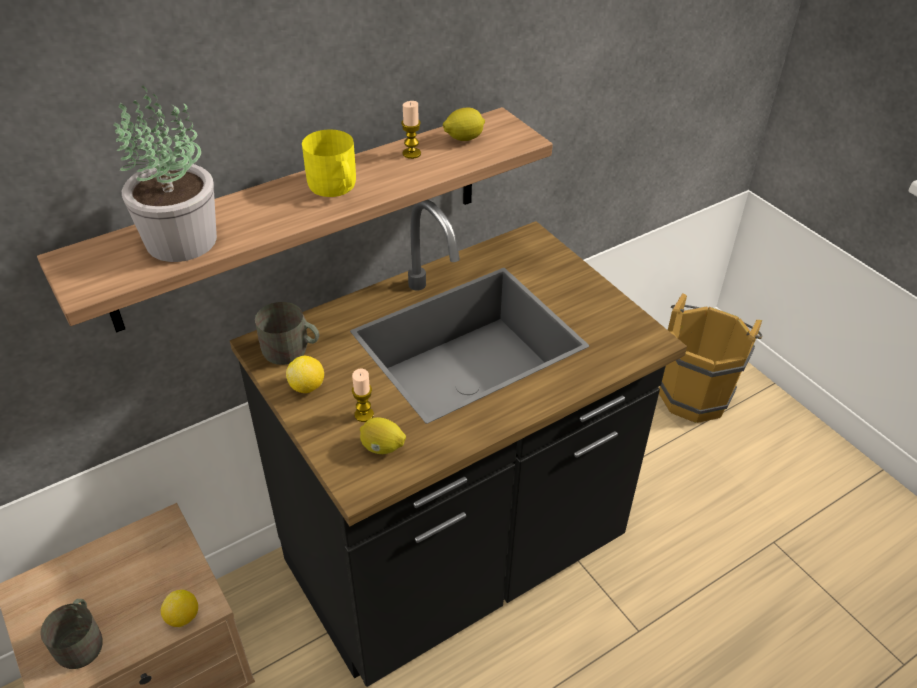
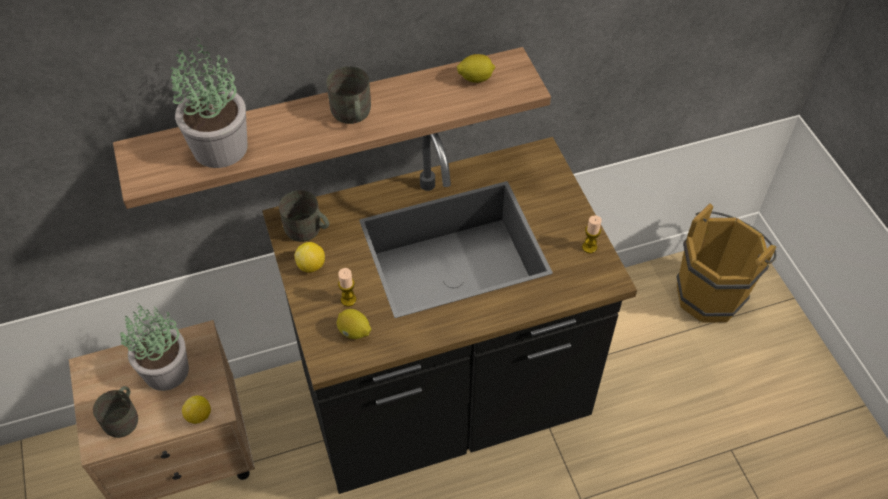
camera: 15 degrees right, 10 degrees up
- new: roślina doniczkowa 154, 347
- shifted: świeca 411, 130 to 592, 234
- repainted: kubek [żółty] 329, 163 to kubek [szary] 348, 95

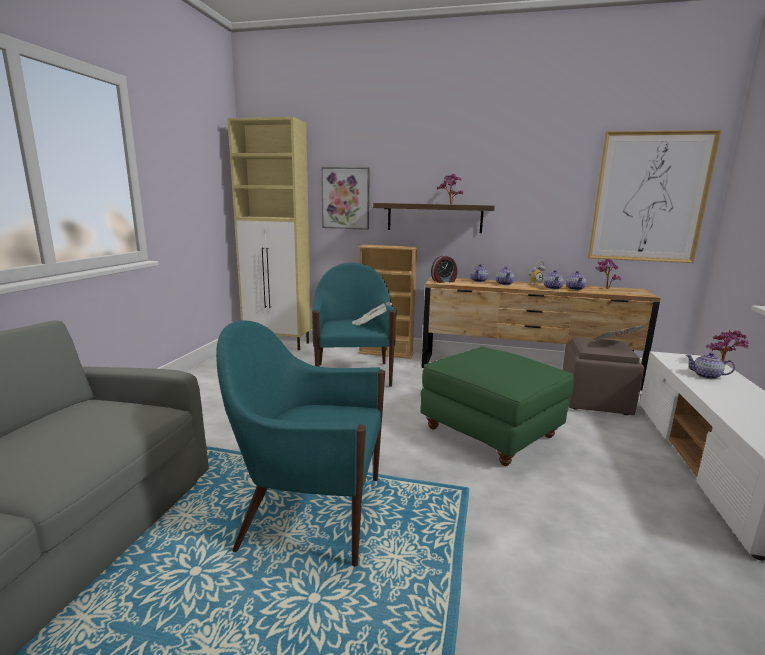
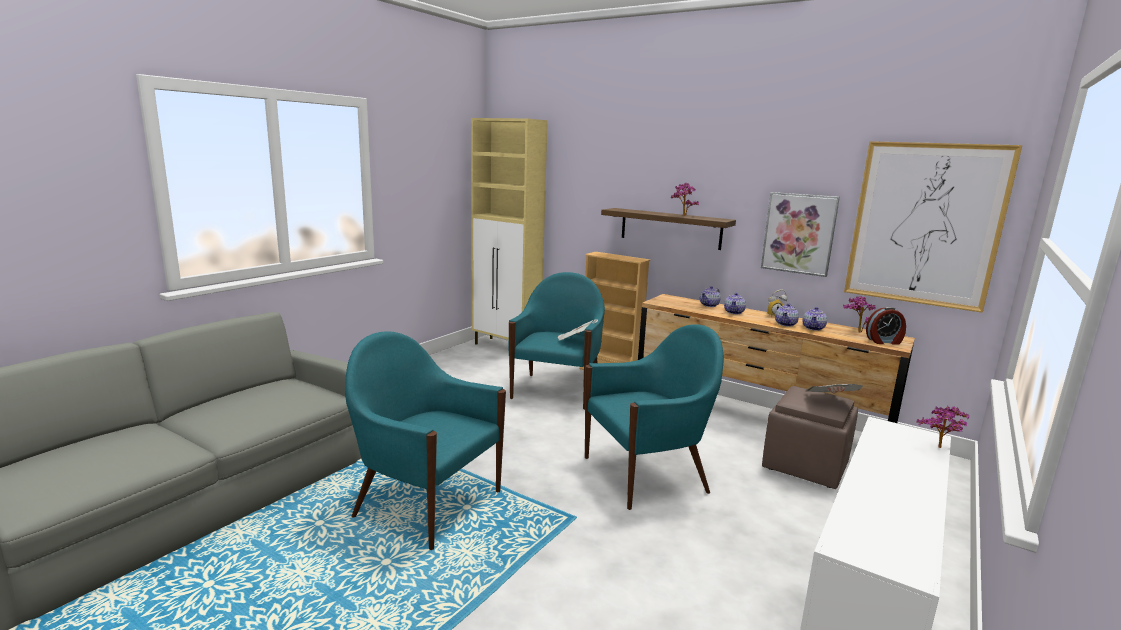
camera: 20 degrees right, 0 degrees up
- gone: imbryk 710, 366
- shifted: obraz 345, 198 to 800, 234
- shifted: budzik 444, 269 to 886, 326
- swapped: pufa [zielony] 497, 406 to fotel [turkusowy] 654, 417

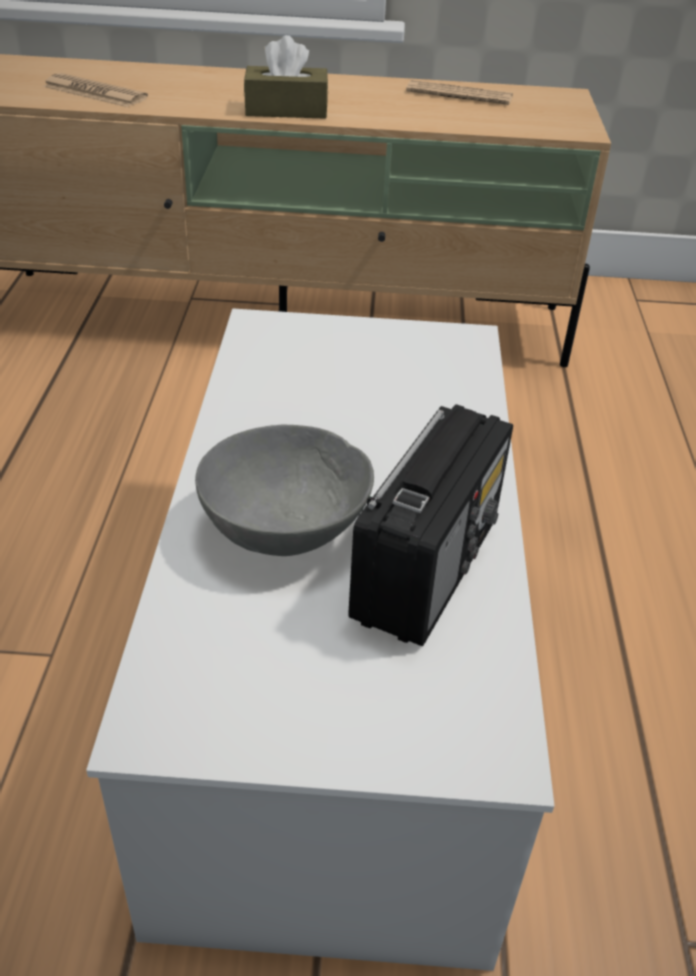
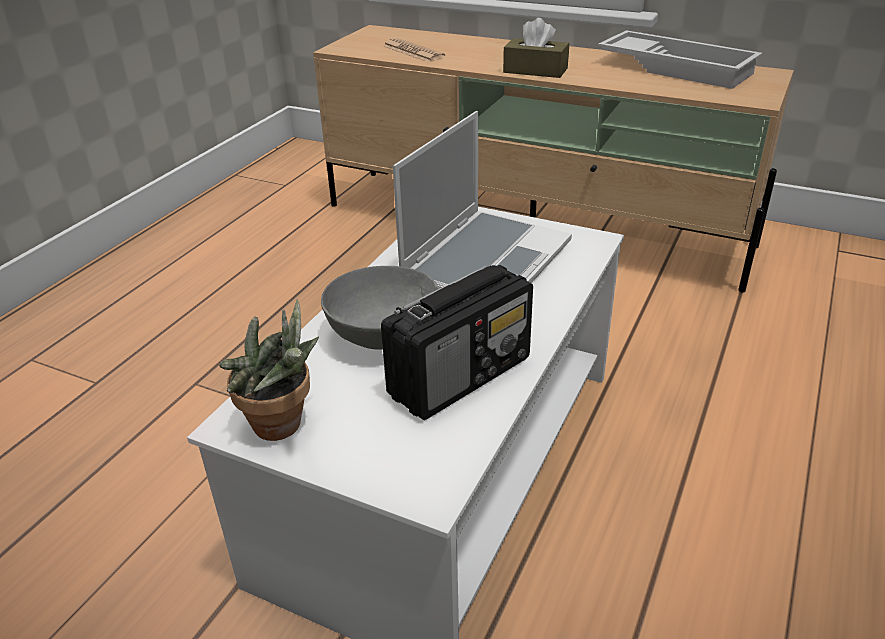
camera: 25 degrees right, 5 degrees down
- new: roślina doniczkowa 269, 370
- new: laptop 482, 199
- swapped: gazeta 459, 92 to taca [biały] 680, 59

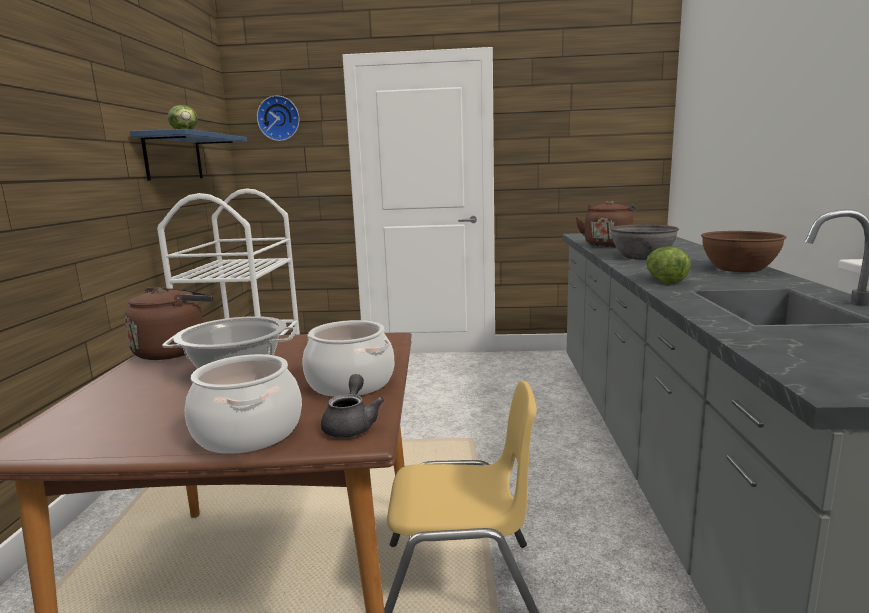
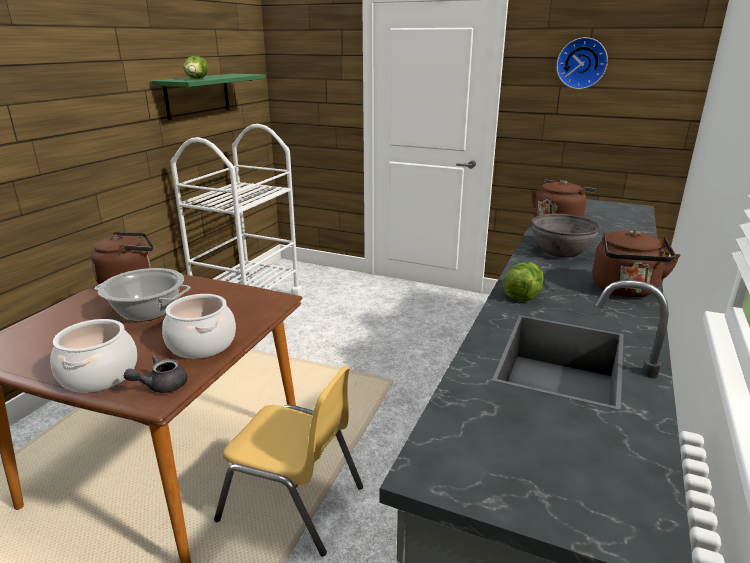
camera: 20 degrees right, 10 degrees up
- shifted: zegar ścienny 278, 118 to 582, 63
- swapped: miska [brązowy] 743, 251 to czajnik [brązowy] 637, 263
- repainted: półka [niebieski] 188, 154 to półka [zielony] 208, 97
- rotated: imbryk [szary] 352, 405 = 155, 374 150 degrees counterclockwise

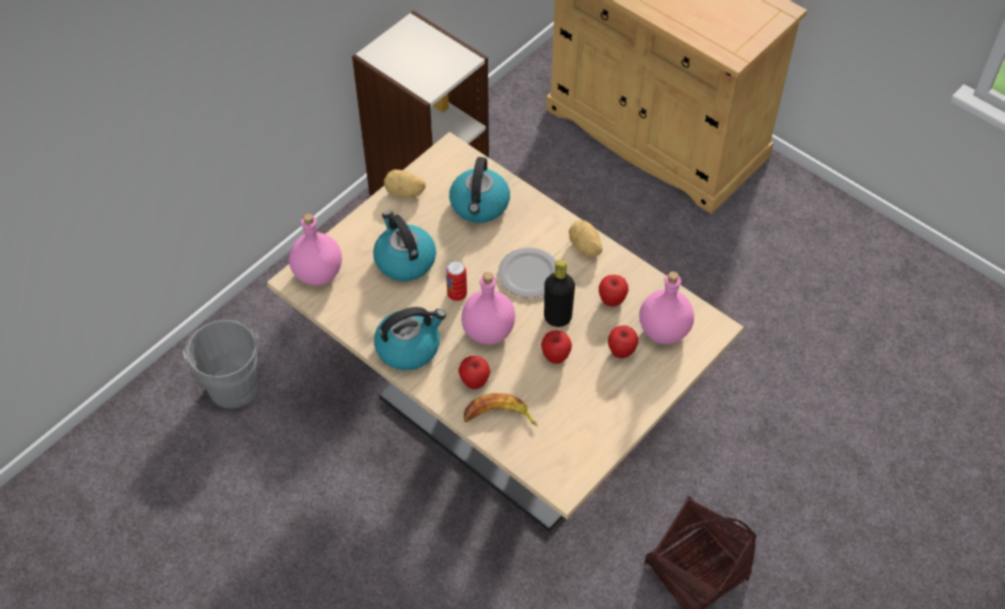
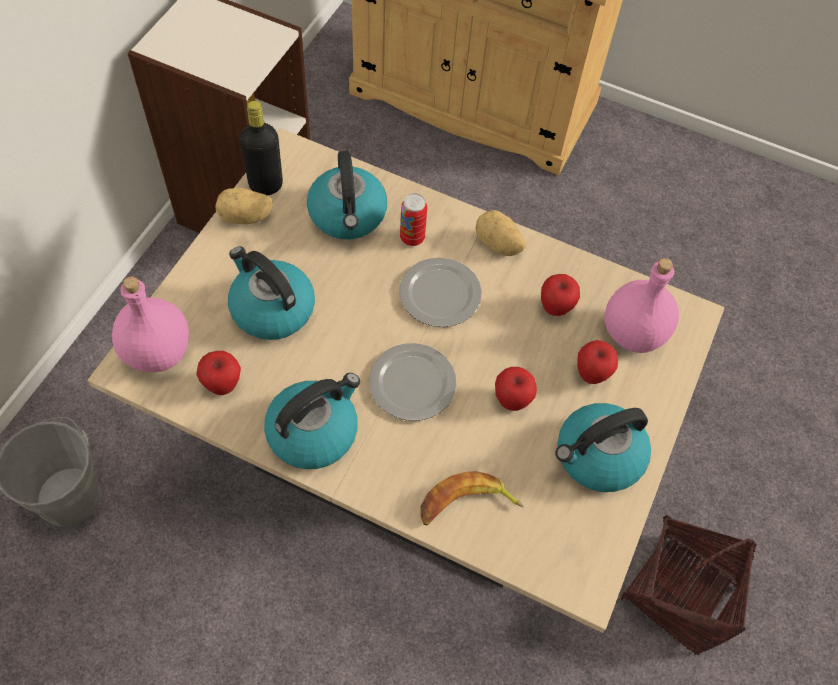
camera: 20 degrees left, 5 degrees up
- new: czajnik 603, 447
- shifted: puszka 456, 281 to 413, 219
- shifted: jabłko 474, 372 to 218, 373
- shifted: butelka [czarny] 559, 293 to 261, 148
- swapped: butelka [różowy] 488, 308 to talerz 412, 382

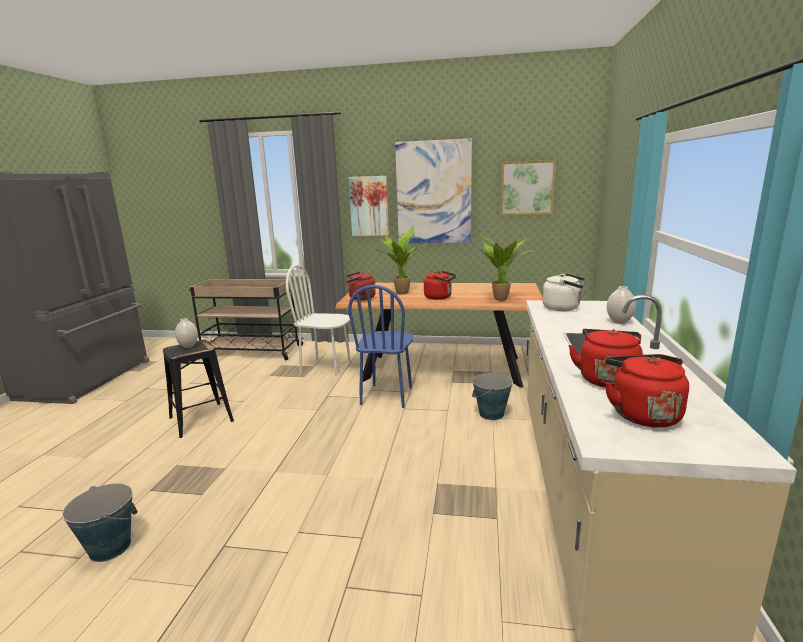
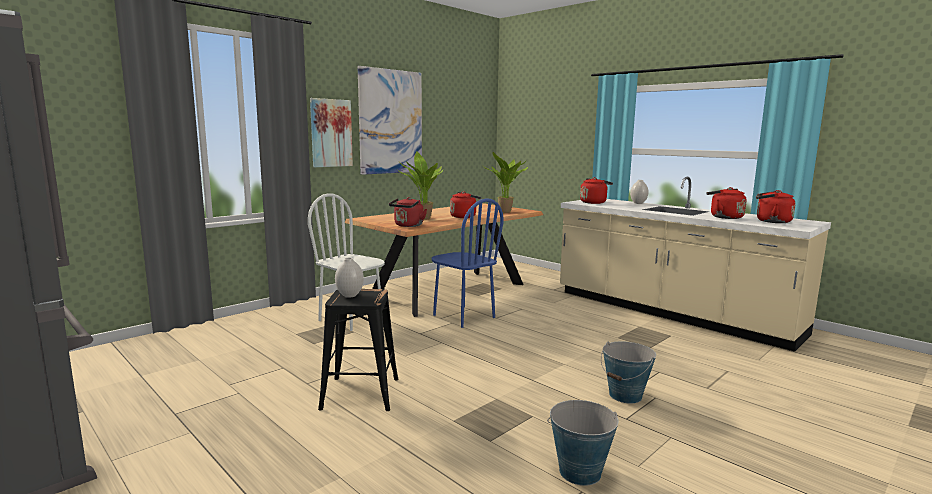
camera: 55 degrees left, 5 degrees down
- gone: wózek [beżowy] 246, 319
- gone: obraz 528, 187
- shifted: wiadro 492, 396 to 628, 372
- repainted: czajnik [biały] 563, 292 to czajnik [czerwony] 596, 190
- rotated: krzesło [biały] 318, 320 = 346, 262 75 degrees clockwise

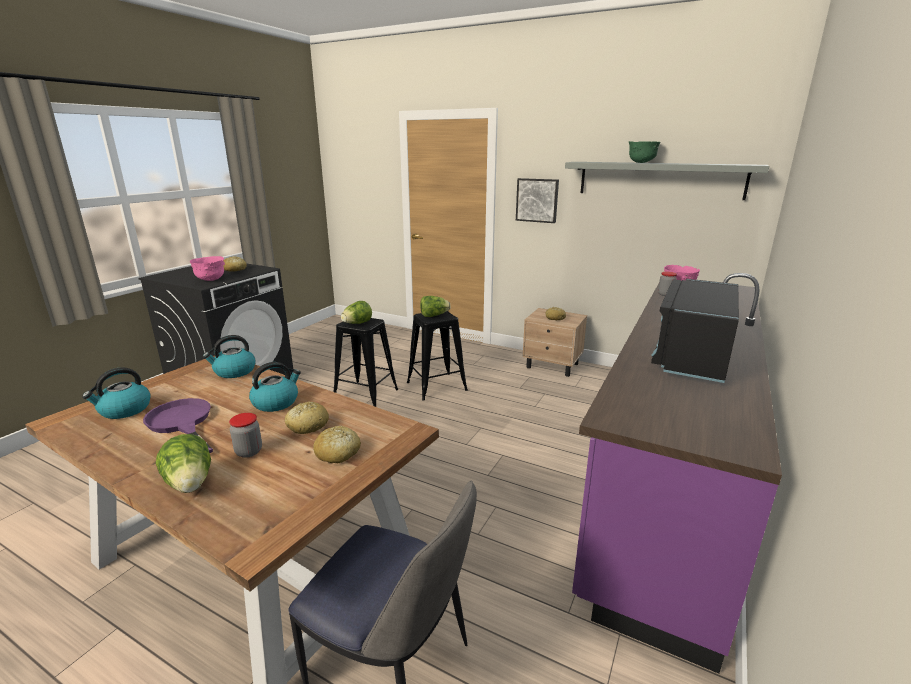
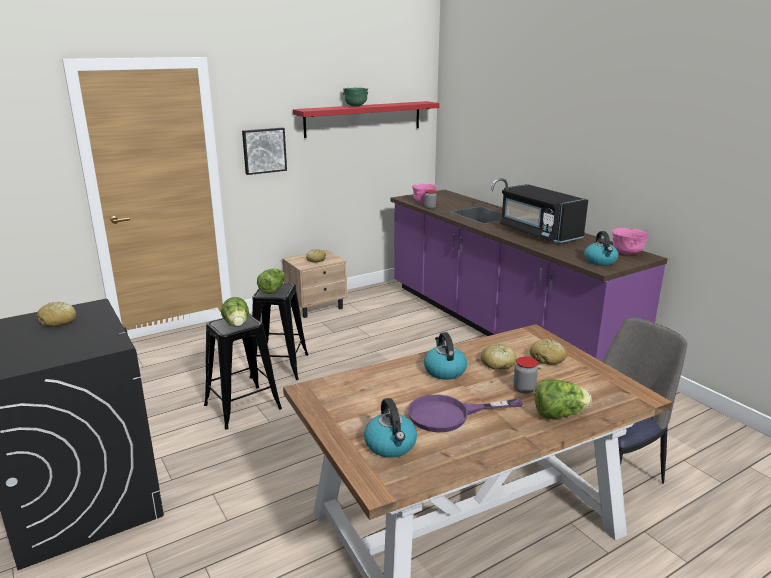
camera: 60 degrees left, 0 degrees up
- shifted: miska [różowy] 207, 268 to 630, 241
- shifted: czajnik 229, 356 to 601, 248
- repainted: półka [szary] 667, 181 to półka [czerwony] 366, 119

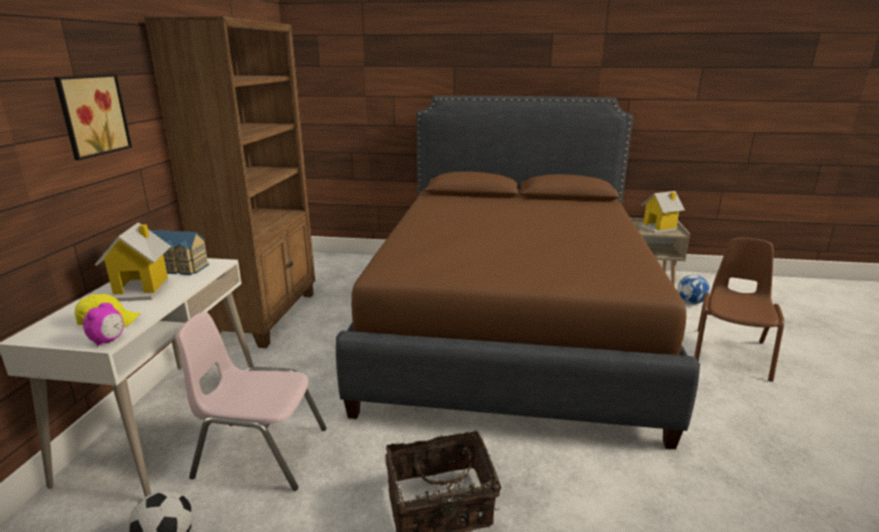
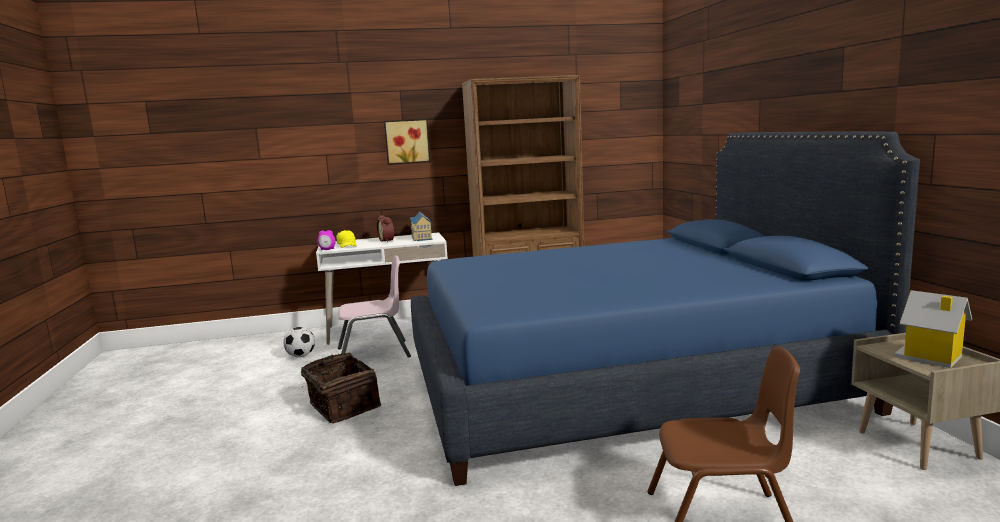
camera: 70 degrees right, 10 degrees down
- gone: piłka futbolowa 694, 289
- swapped: domek 133, 261 to budzik 385, 228
- repainted: łóżko [brązowy] 518, 272 to łóżko [niebieski] 665, 308
- rotated: krzesło [różowy] 250, 401 = 374, 306 90 degrees clockwise

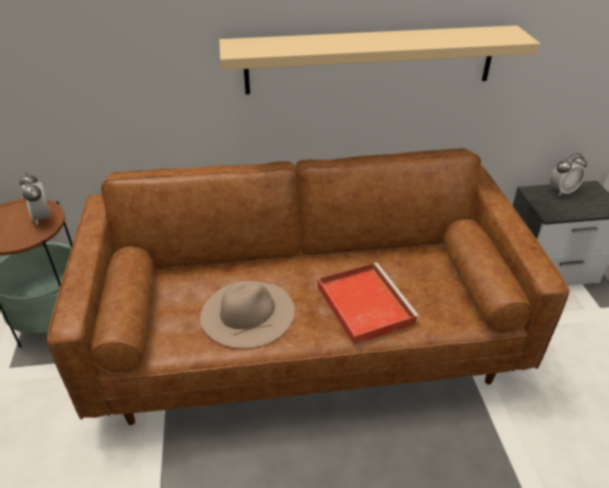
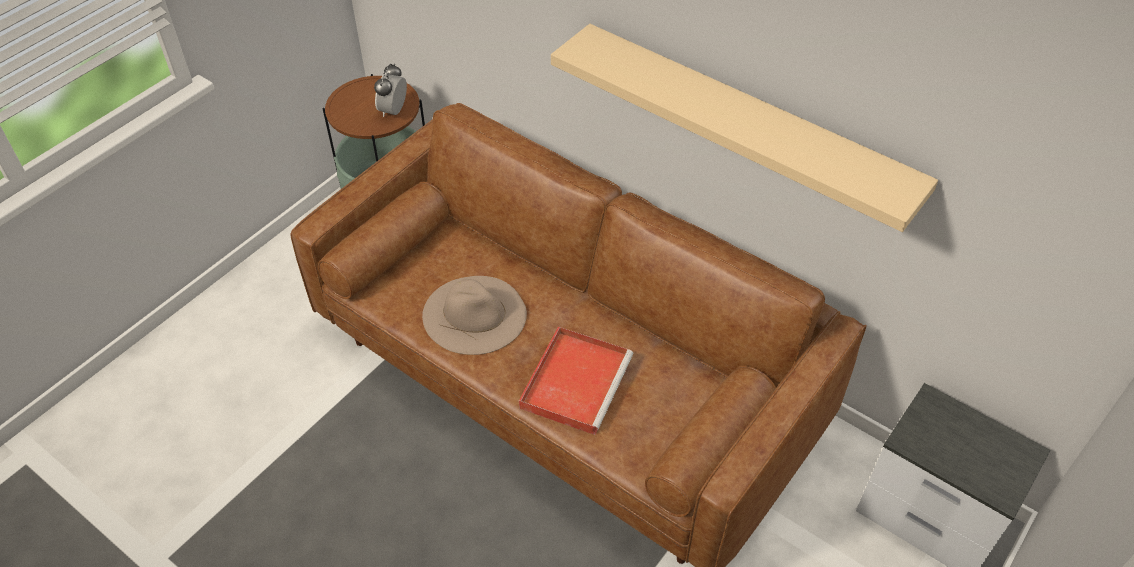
camera: 45 degrees right, 10 degrees up
- gone: budzik 568, 174

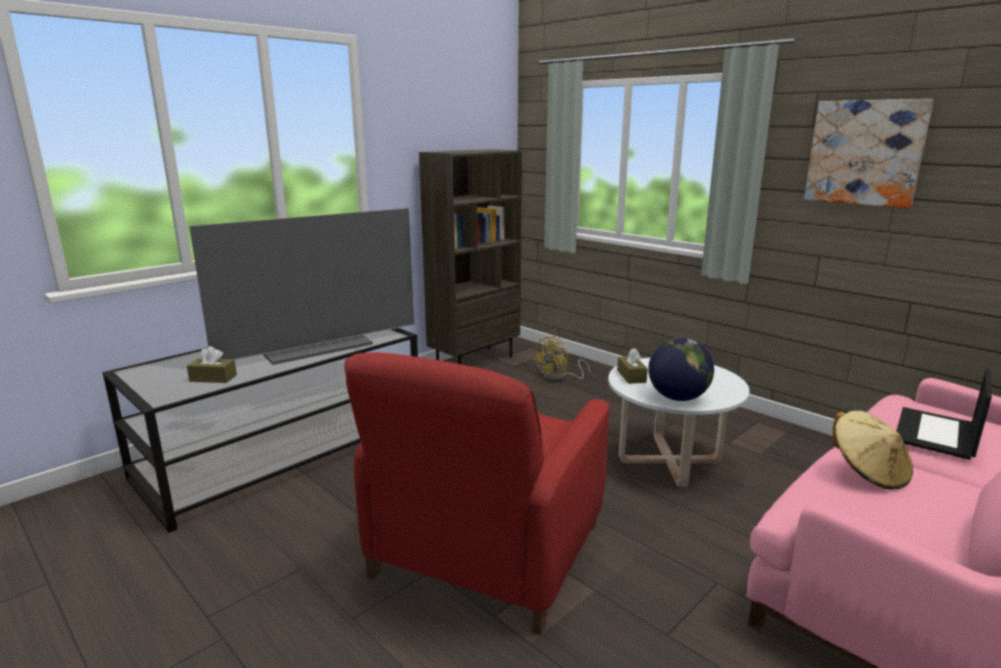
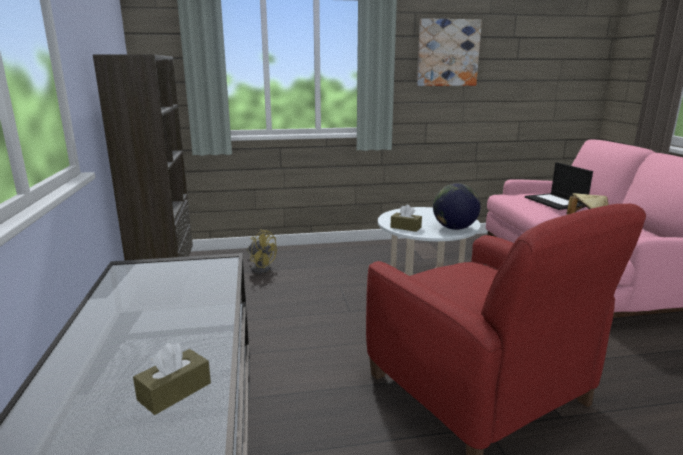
camera: 55 degrees left, 0 degrees up
- gone: telewizor 301, 286
- rotated: wentylator [żółty] 561, 359 = 262, 251 45 degrees counterclockwise

